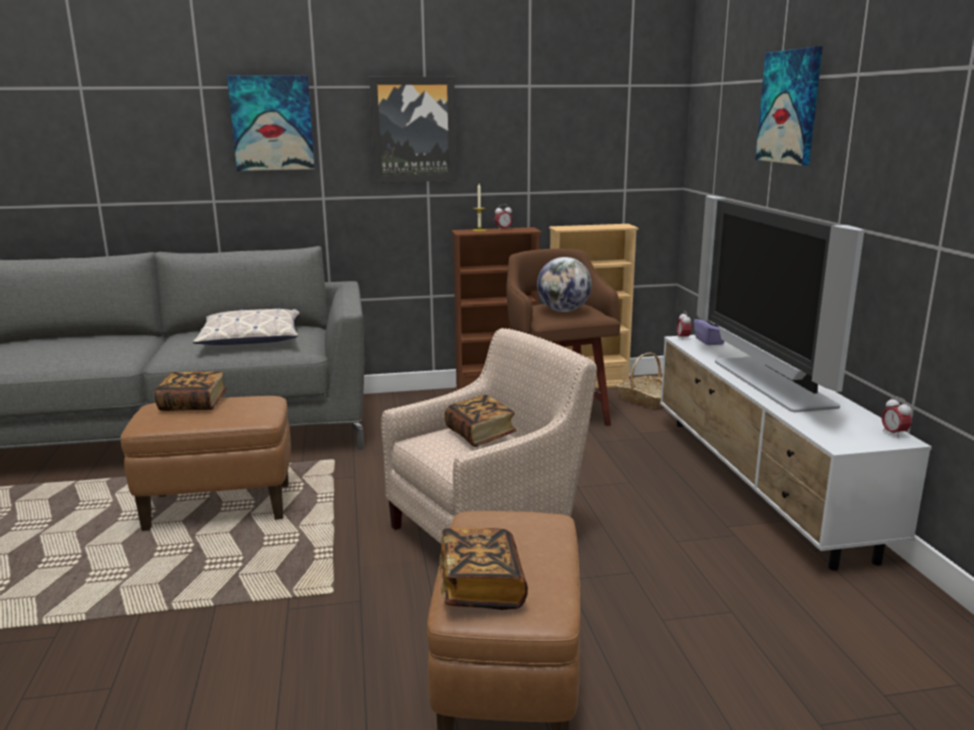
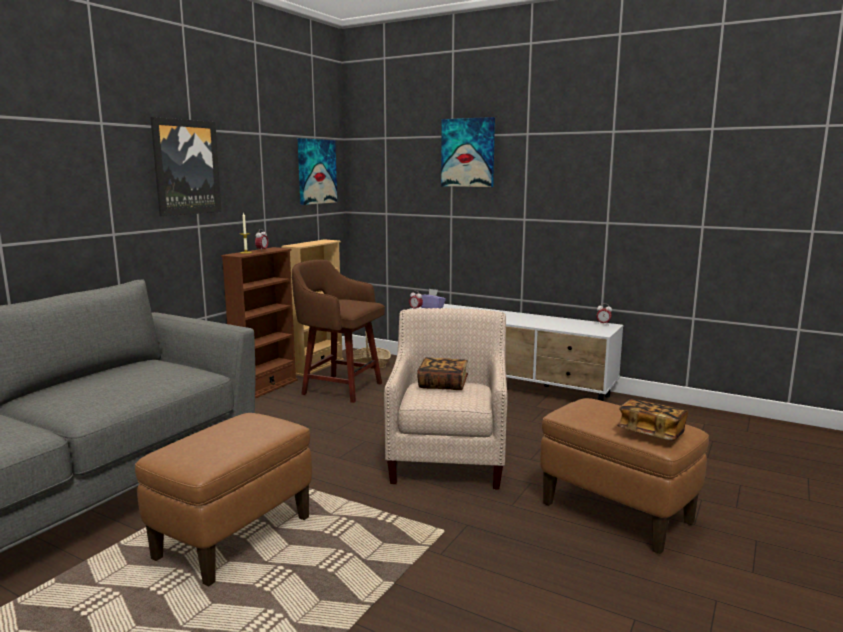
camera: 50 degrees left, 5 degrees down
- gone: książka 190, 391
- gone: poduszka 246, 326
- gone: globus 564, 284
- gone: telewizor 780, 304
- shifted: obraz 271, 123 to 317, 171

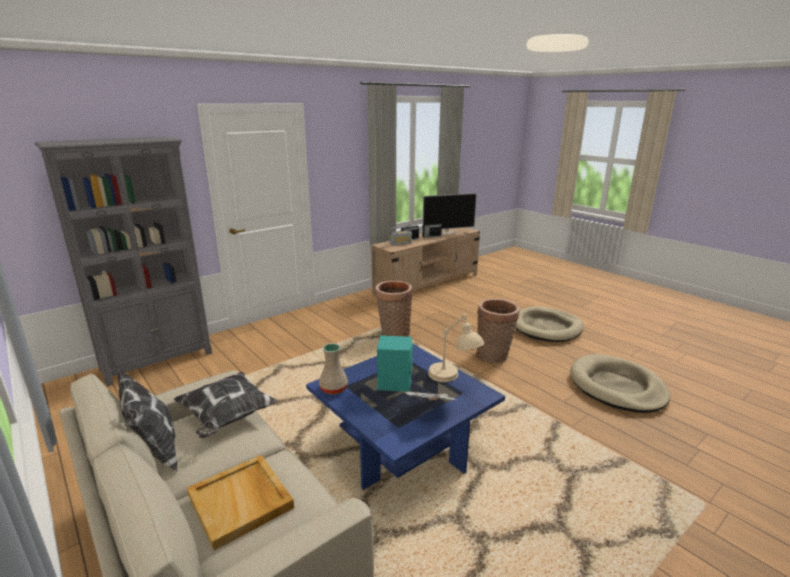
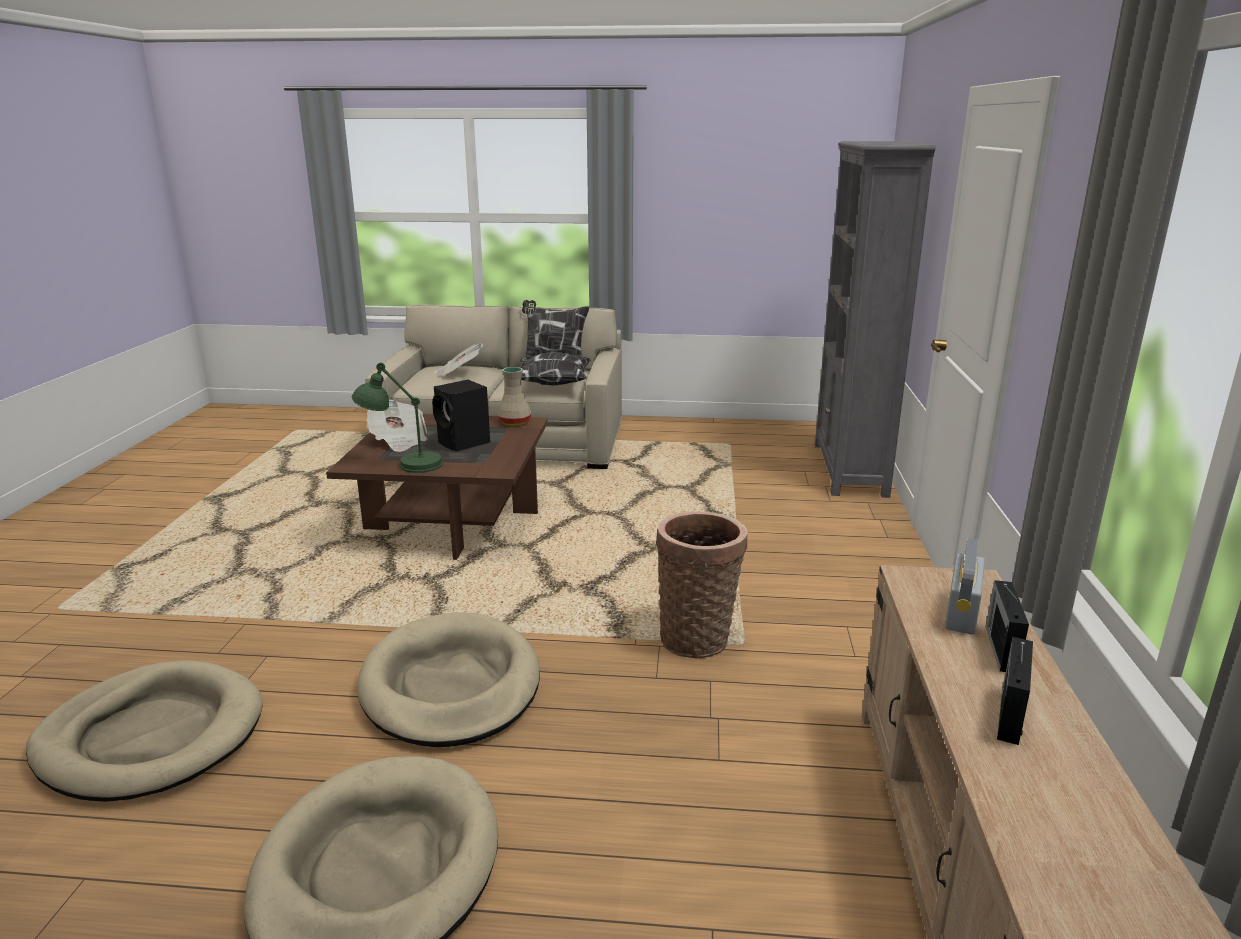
camera: 135 degrees right, 0 degrees up
- gone: telewizor 449, 213
- swapped: taca [beżowy] 240, 503 to gazeta 459, 360
- swapped: koszyk 498, 331 to legowisko [beżowy] 448, 679
- repainted: ława [niebieski] 405, 417 to ława [brązowy] 437, 487
- repainted: głośnik [turkusowy] 395, 363 to głośnik [czarny] 461, 415
- repainted: lampa stołowa [beżowy] 456, 348 to lampa stołowa [zielony] 397, 418

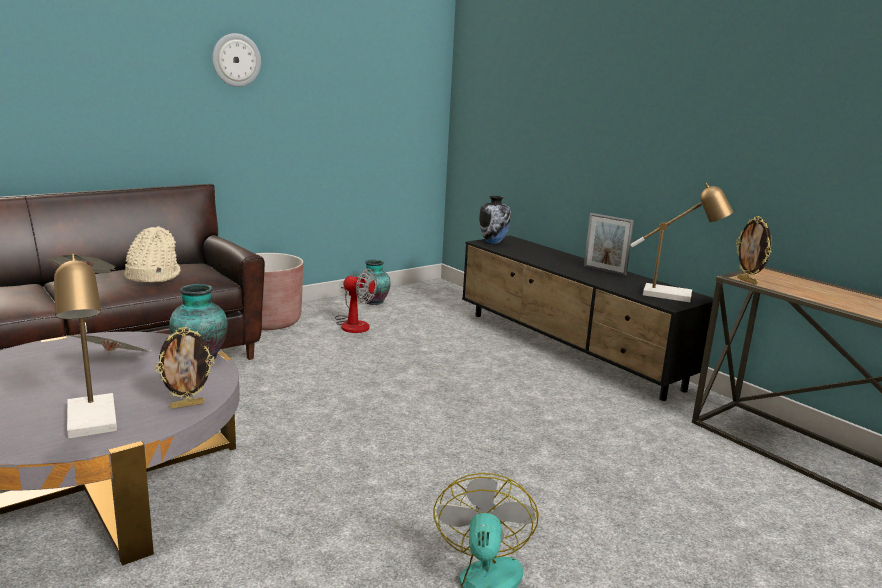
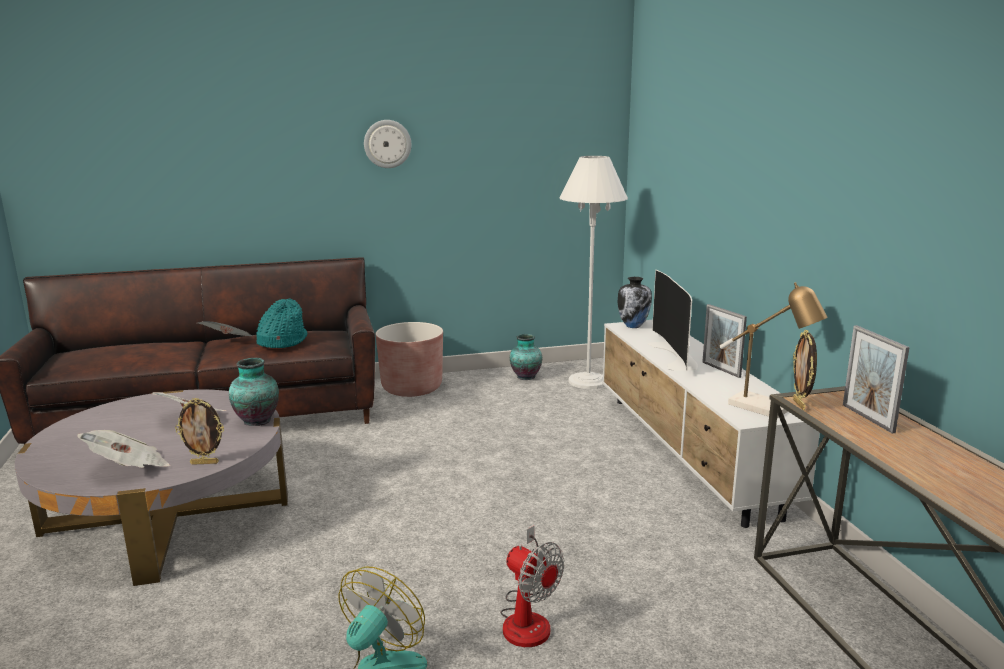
camera: 25 degrees right, 0 degrees up
- new: lampa stojąca [biały] 593, 272
- new: telewizor 673, 320
- new: ramka na zdjęcie 876, 379
- shifted: wentylator 356, 301 to 532, 586
- swapped: lampa stołowa 85, 346 to gazeta 123, 449
- repainted: kapelusz [beżowy] 152, 254 to kapelusz [turkusowy] 281, 323
- repainted: szafka pod telewizor [czarny] 587, 318 to szafka pod telewizor [biały] 711, 424

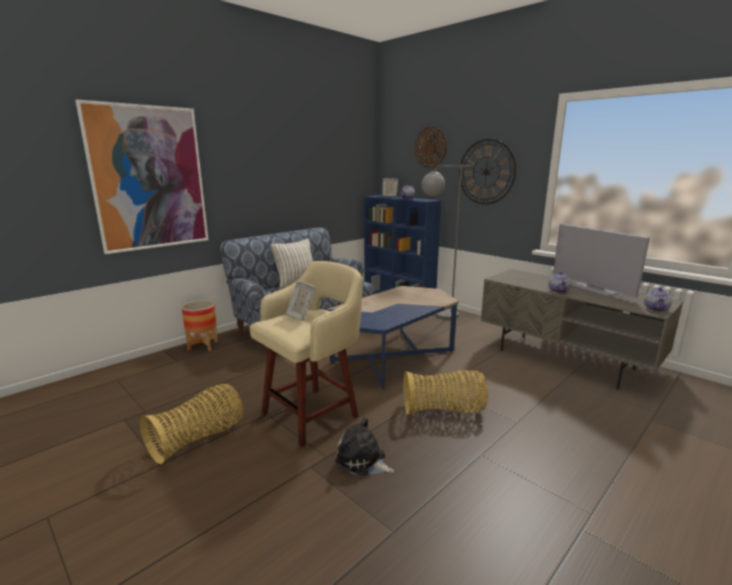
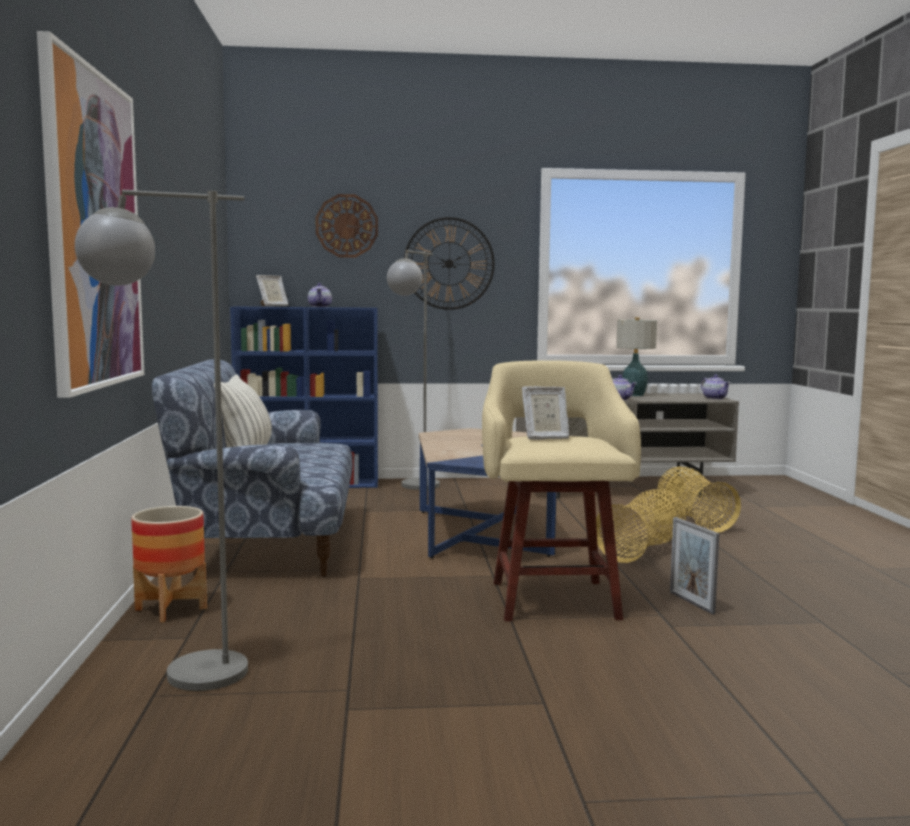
camera: 50 degrees left, 10 degrees down
- new: lampa stojąca [szary] 161, 440
- shifted: koszyk 191, 424 to 699, 499
- swapped: pluszak 364, 447 to ramka na zdjęcie 695, 565
- swapped: telewizor 601, 261 to lampa stołowa 636, 356

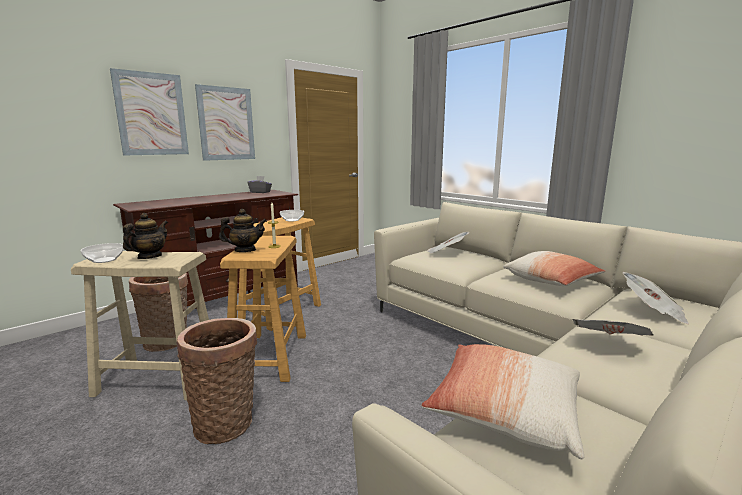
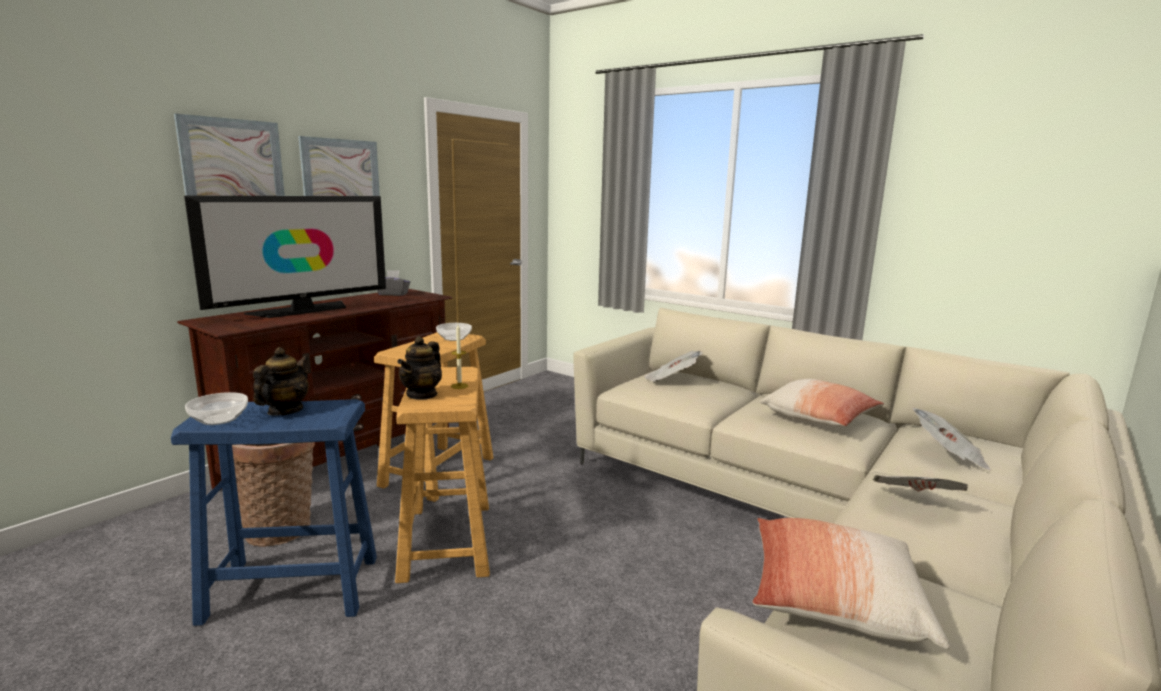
camera: 10 degrees left, 0 degrees up
- gone: koszyk 216, 381
- new: telewizor 285, 257
- repainted: stołek [beżowy] 140, 325 to stołek [niebieski] 274, 512
- rotated: imbryk 243, 230 = 419, 368 135 degrees clockwise

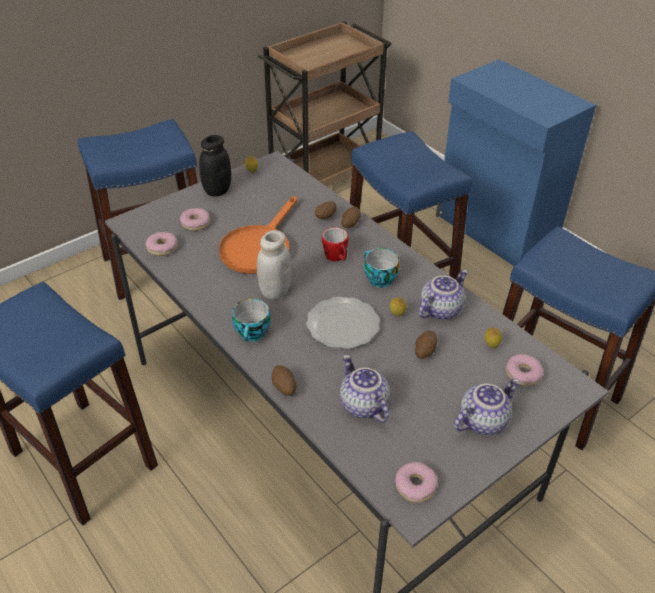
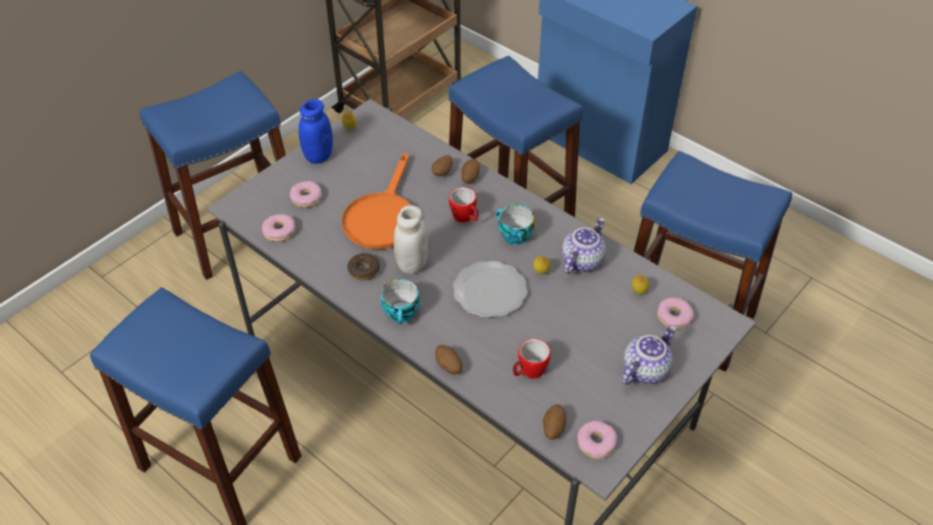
camera: 10 degrees left, 5 degrees up
- new: donut 364, 266
- shifted: ziemniak 426, 345 to 554, 422
- swapped: imbryk 365, 389 to kubek 532, 359
- repainted: słoik [czarny] 215, 166 to słoik [niebieski] 316, 131

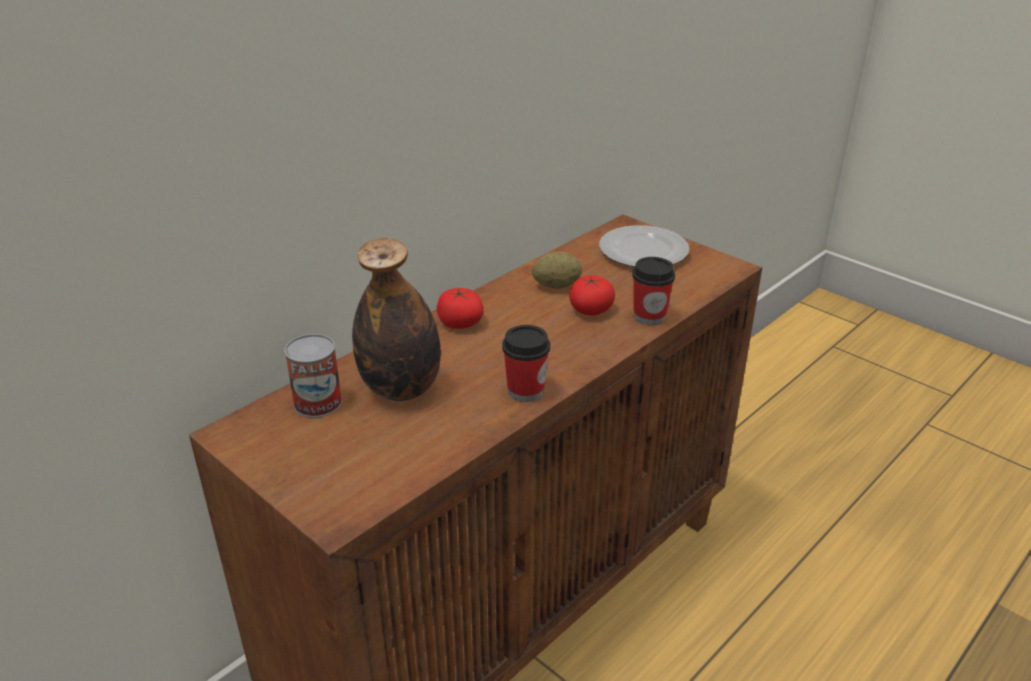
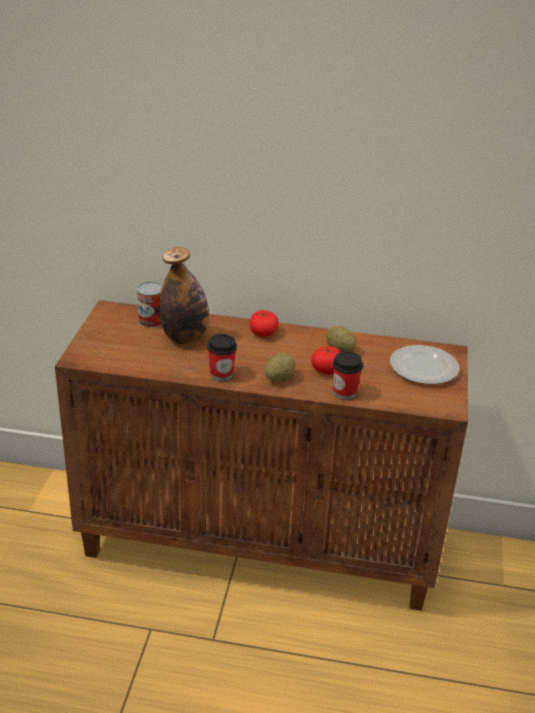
camera: 55 degrees right, 0 degrees up
- new: ziemniak 280, 367

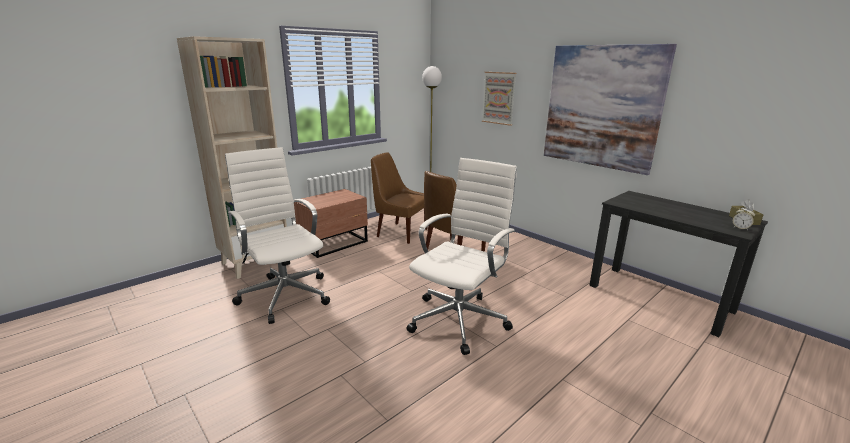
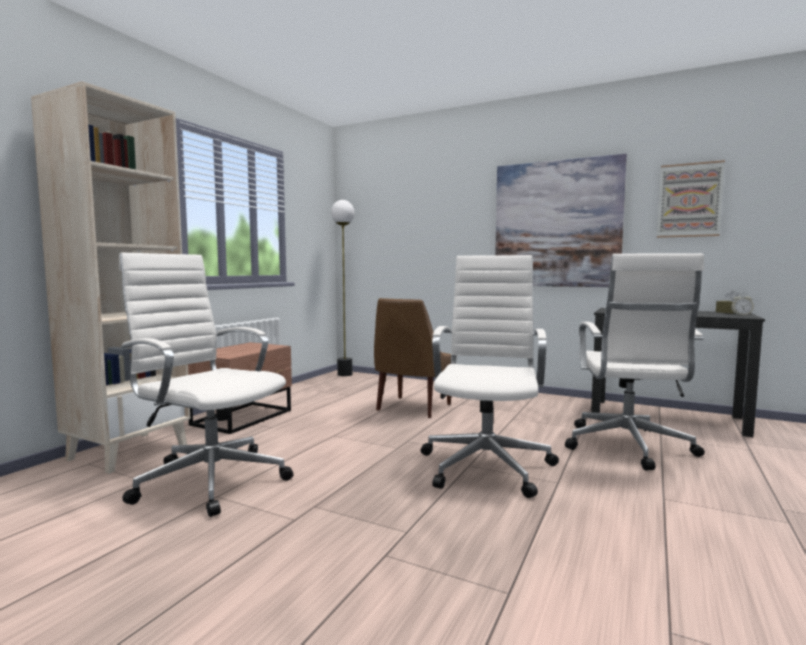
camera: 20 degrees left, 15 degrees down
- gone: krzesło [brązowy] 399, 198
- new: krzesło biurowe [biały] 635, 362
- shifted: obraz 499, 99 to 691, 199

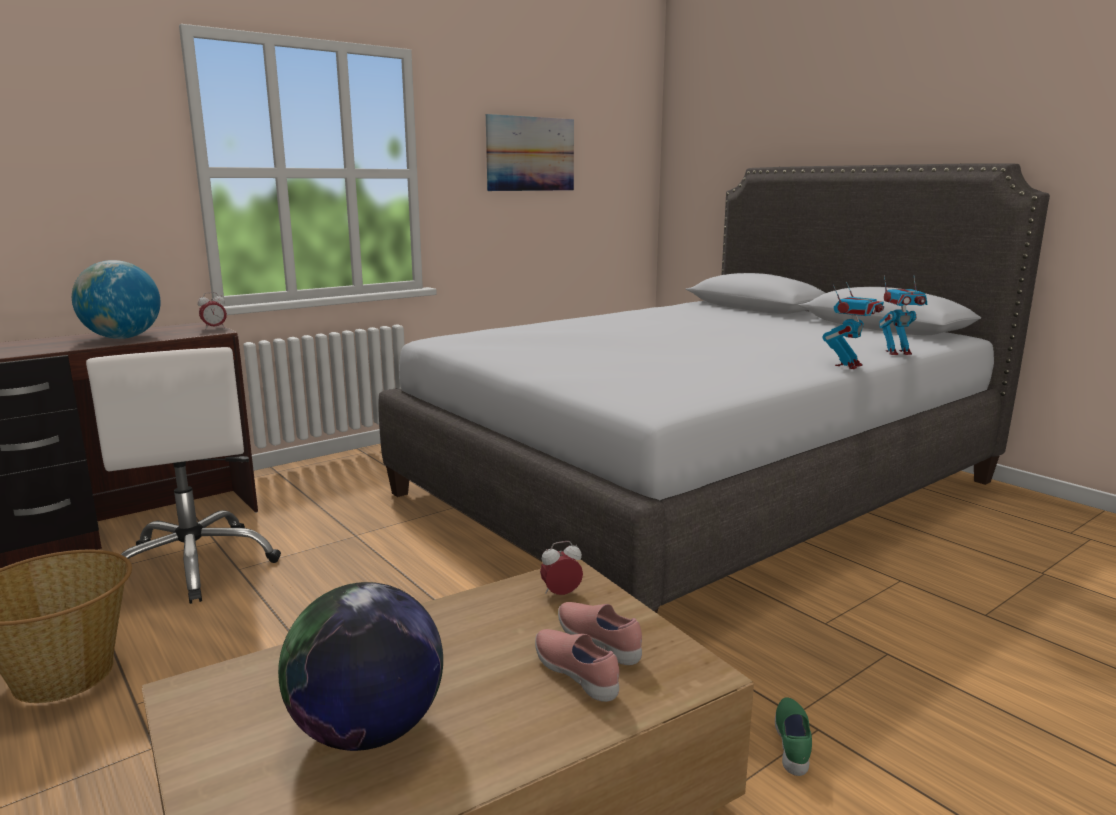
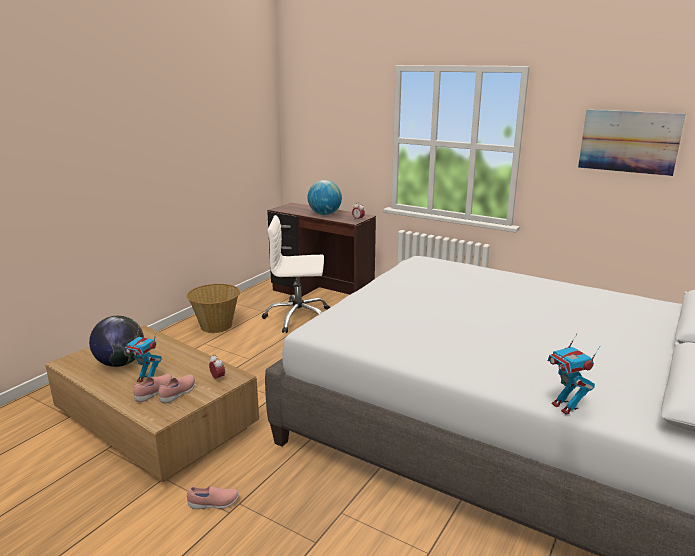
camera: 70 degrees right, 5 degrees up
- shifted: robot zabawkowy 853, 325 to 143, 355
- repainted: but [zielony] 793, 736 to but [różowy] 213, 497
- rotated: krzesło biurowe [biały] 183, 475 = 296, 274 45 degrees clockwise

